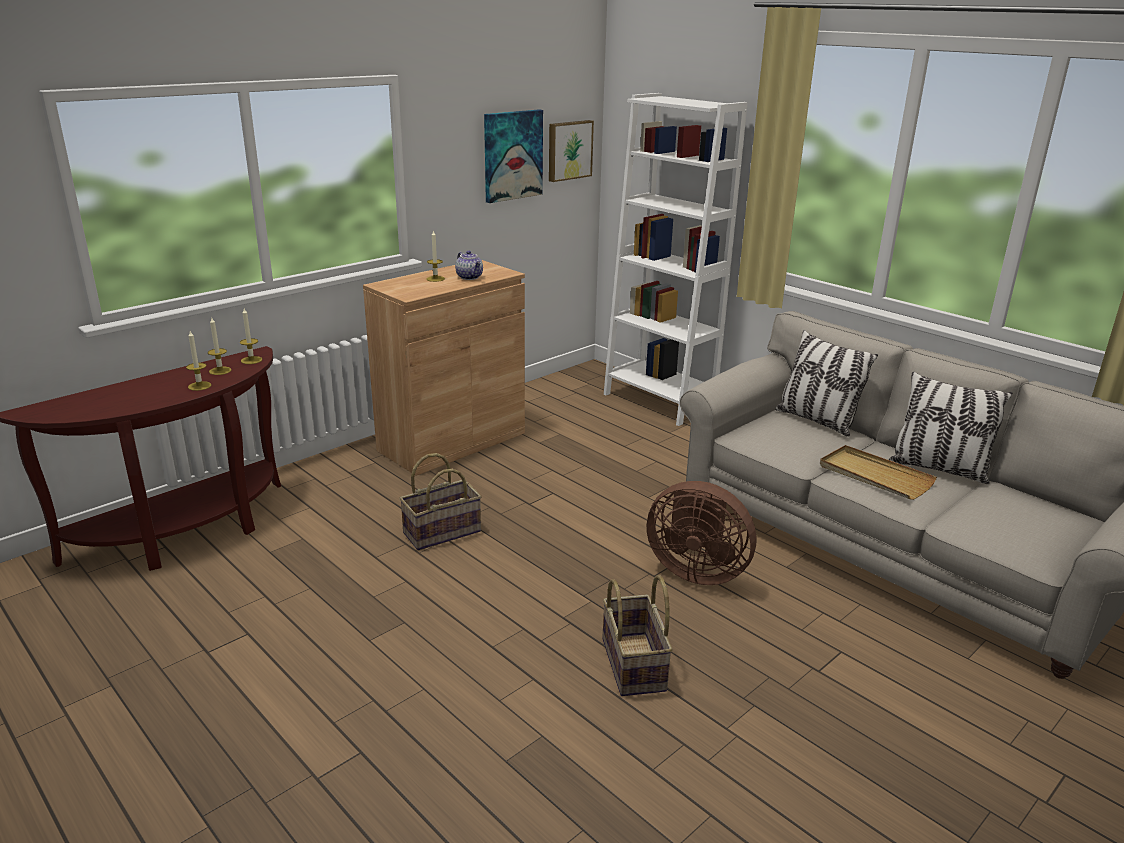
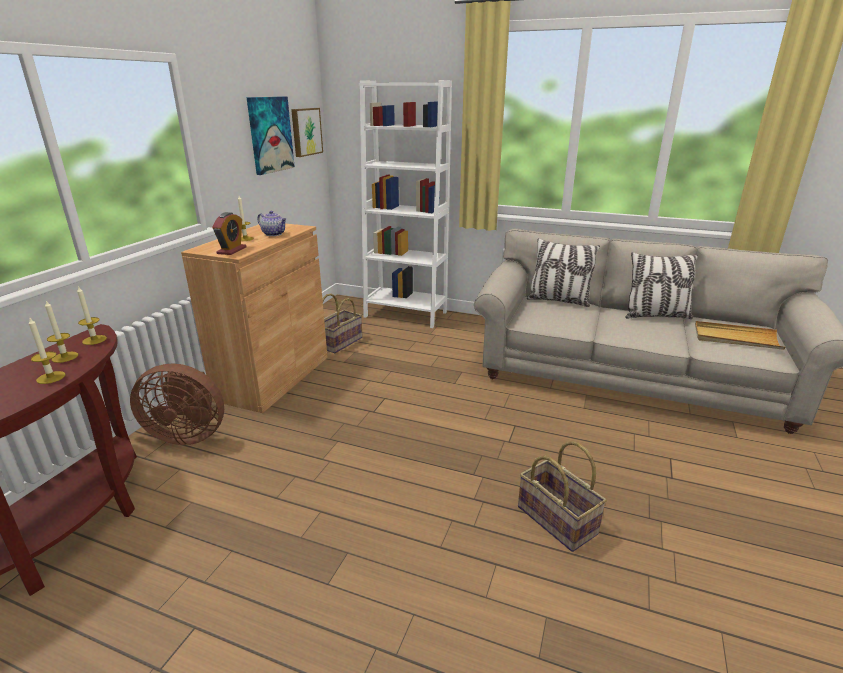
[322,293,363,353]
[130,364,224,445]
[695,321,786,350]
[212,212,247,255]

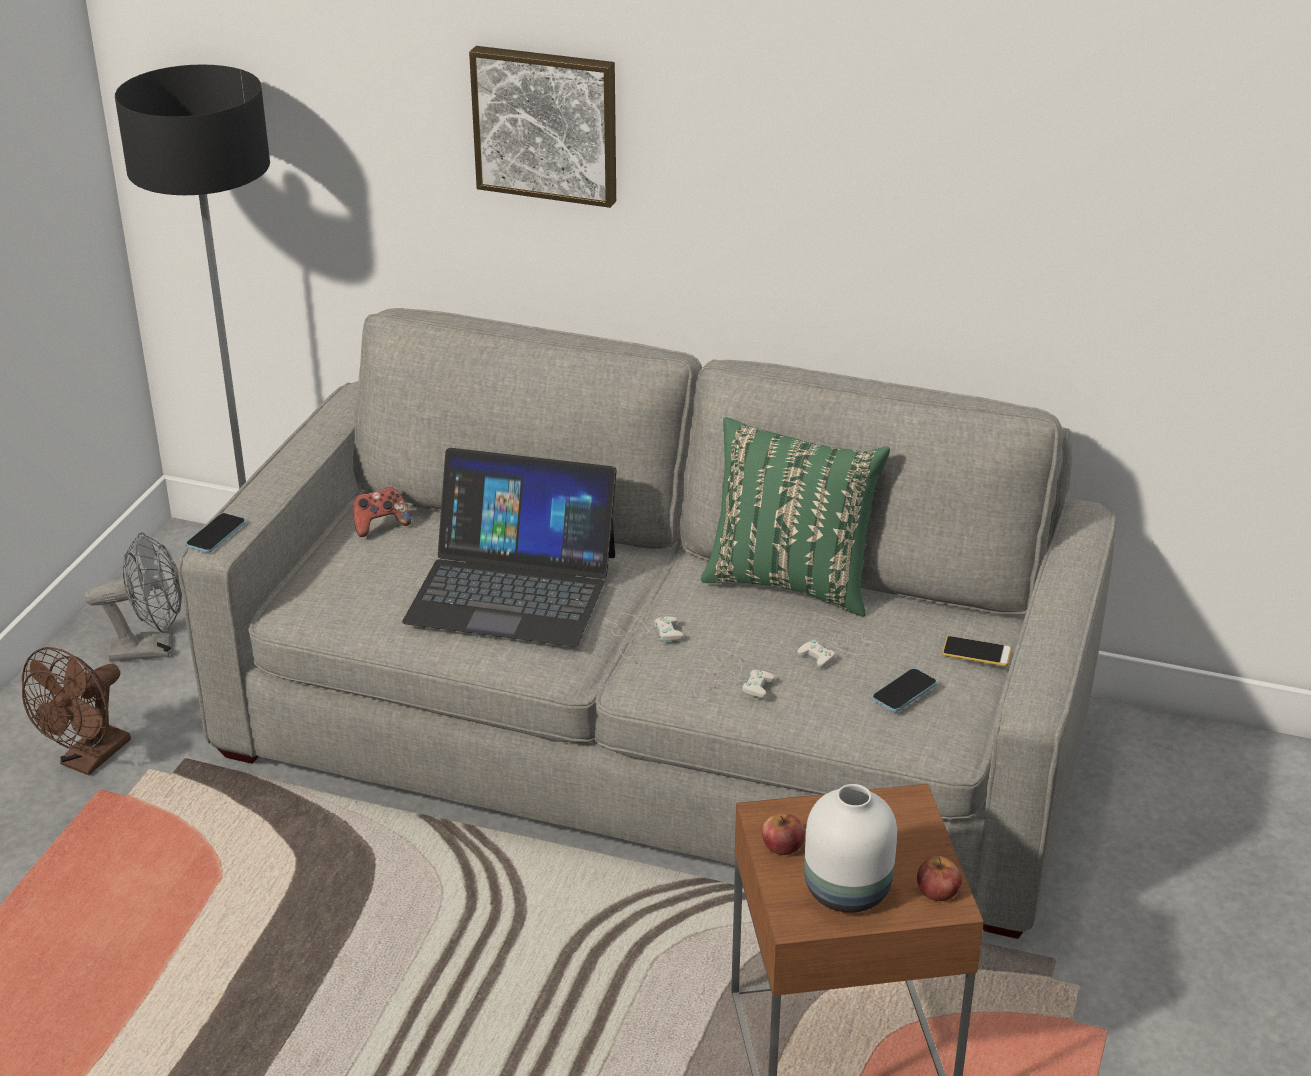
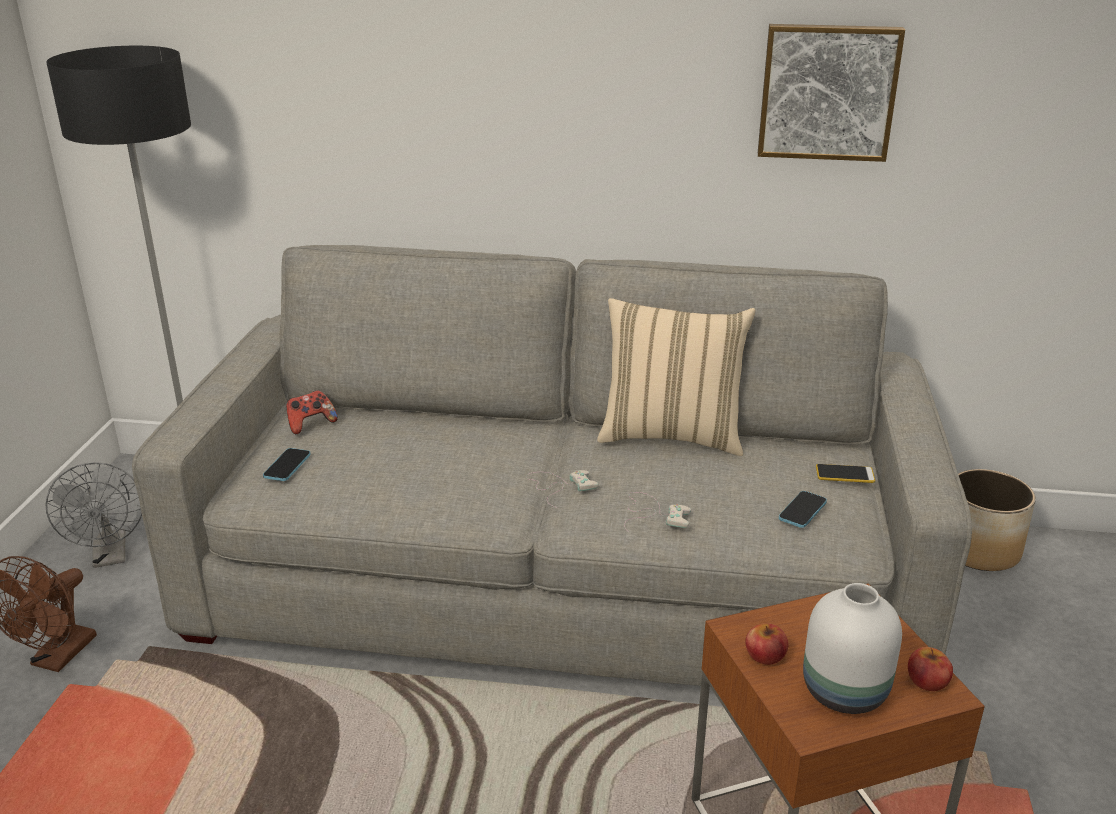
[46,462,142,568]
[263,448,311,481]
[402,448,617,647] (first image)
[758,24,905,162]
[597,298,755,456]
[797,616,883,668] (first image)
[958,469,1036,571]

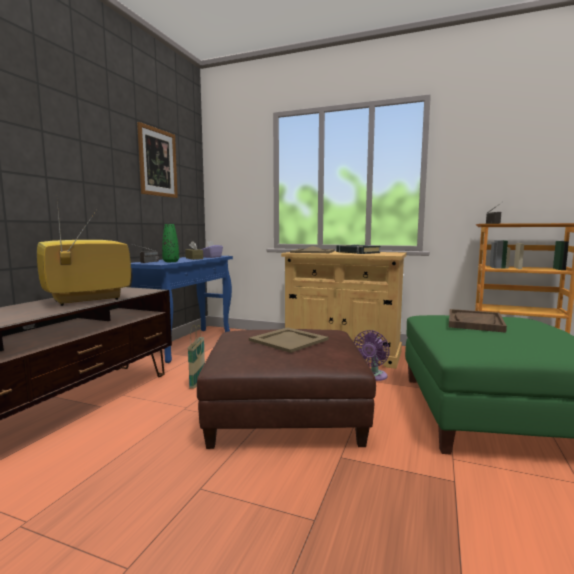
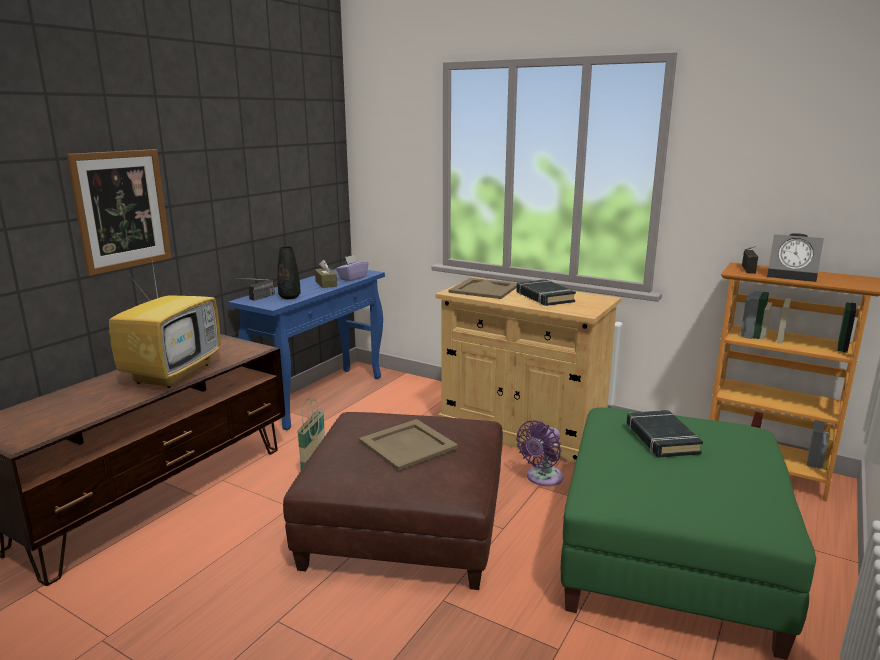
[109,248,221,388]
[66,149,172,276]
[277,246,301,299]
[627,410,703,457]
[767,233,824,282]

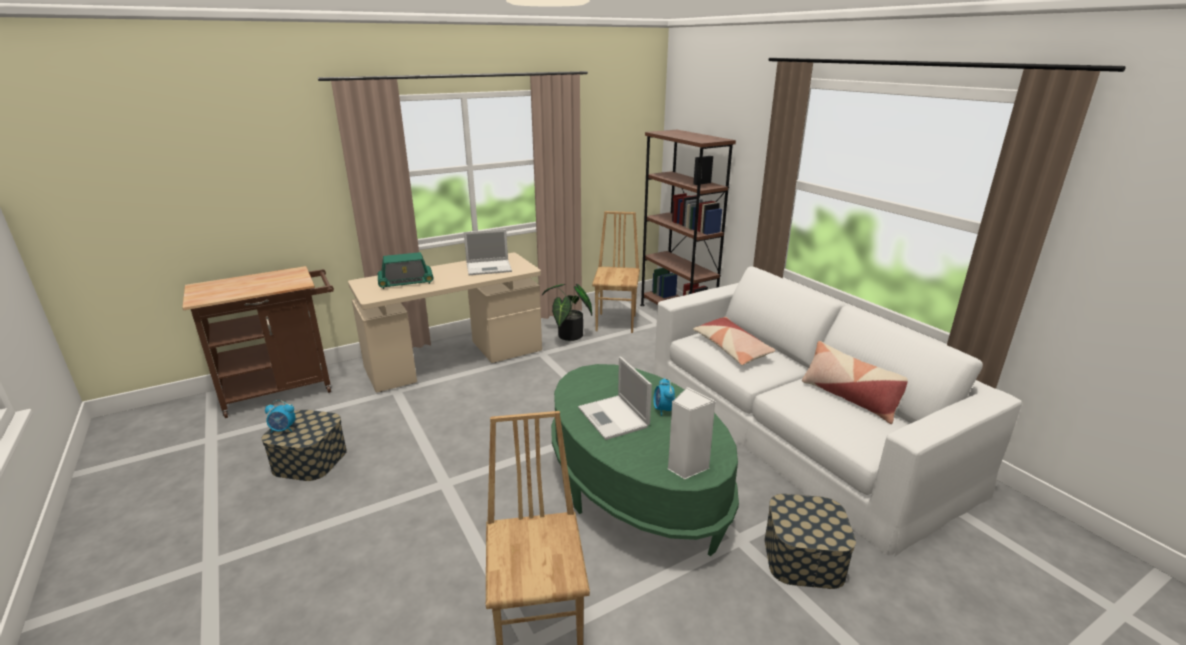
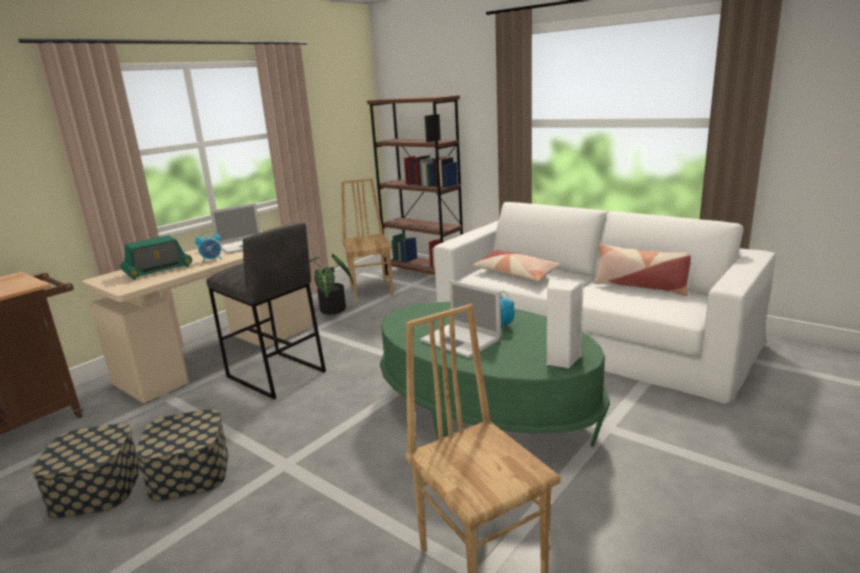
[195,231,222,262]
[135,409,228,501]
[206,222,326,399]

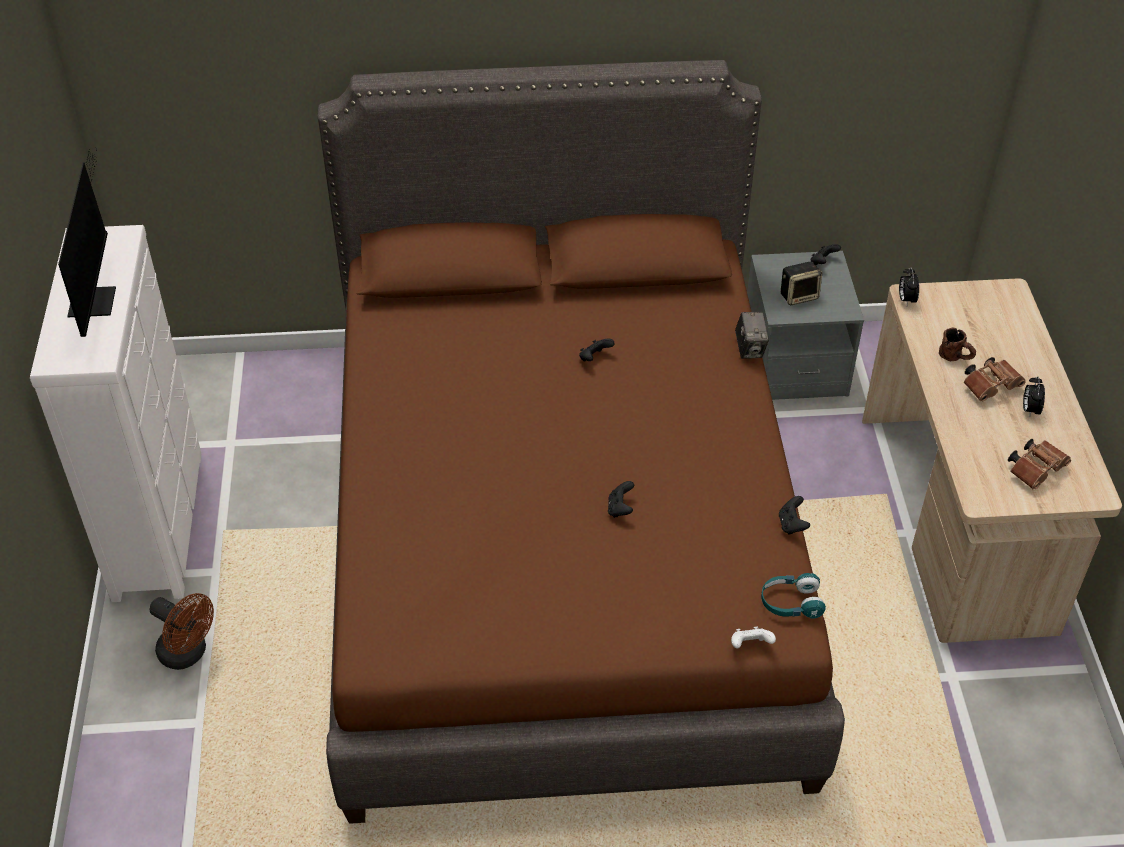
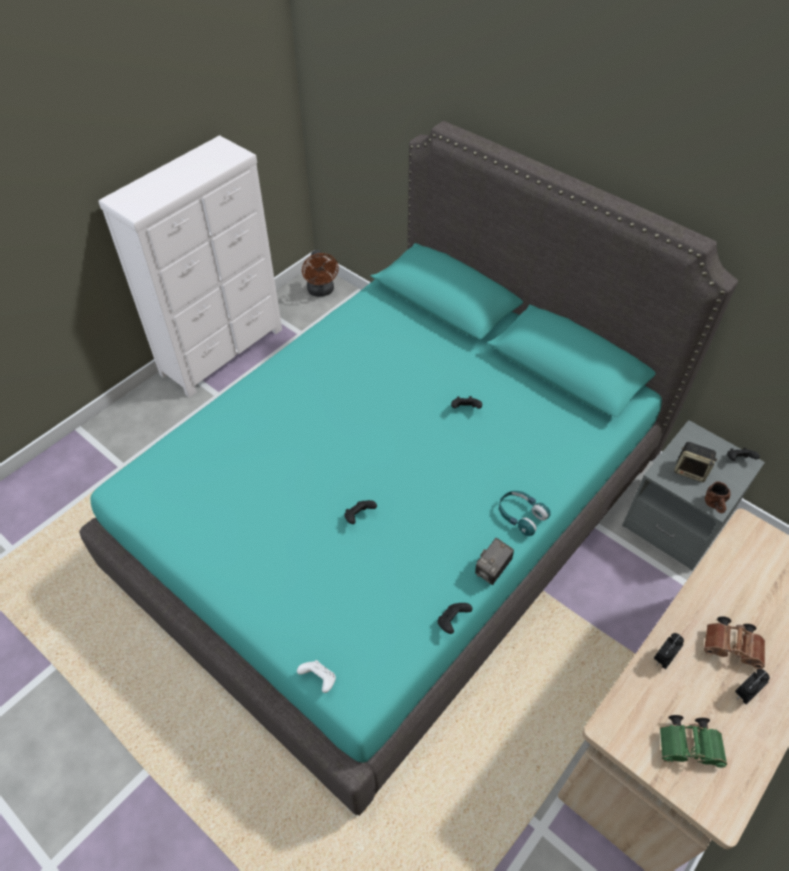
[58,148,116,337] (first image)
[302,250,339,297]
[79,121,738,816]
[475,538,514,585]
[499,491,550,536]
[654,633,684,670]
[705,482,730,513]
[660,715,727,768]

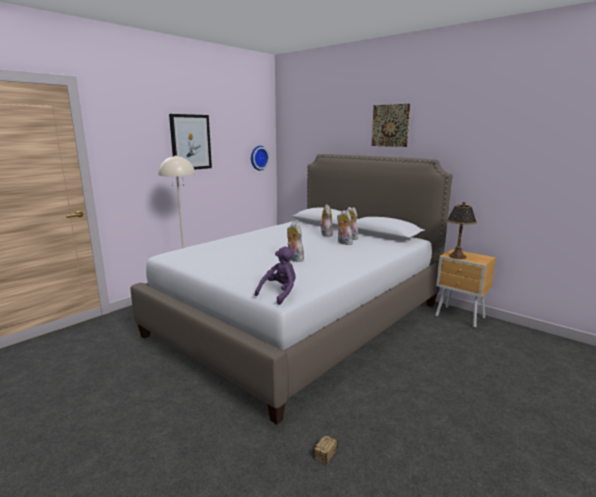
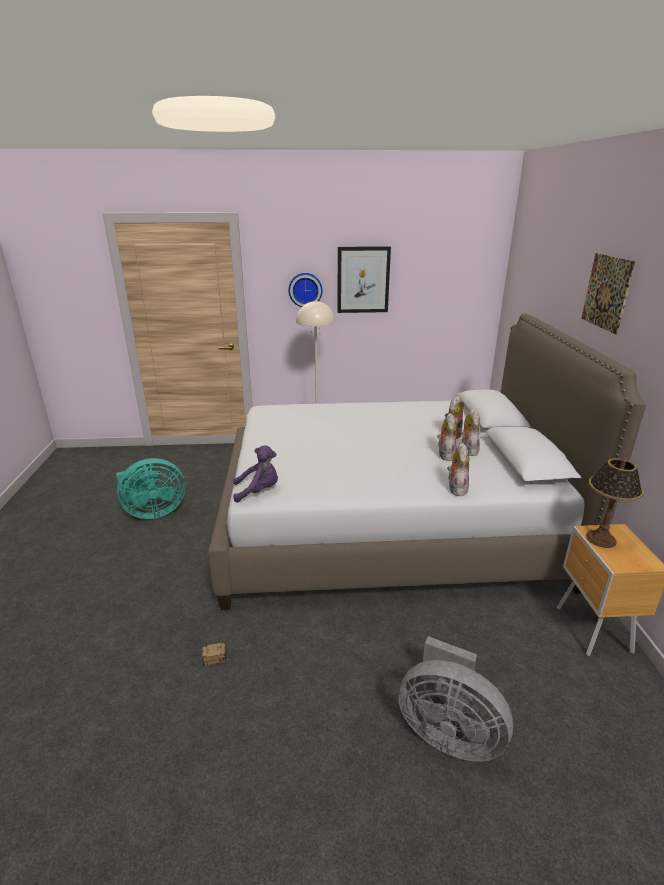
[288,273,322,307]
[447,443,469,497]
[116,458,185,519]
[399,636,513,762]

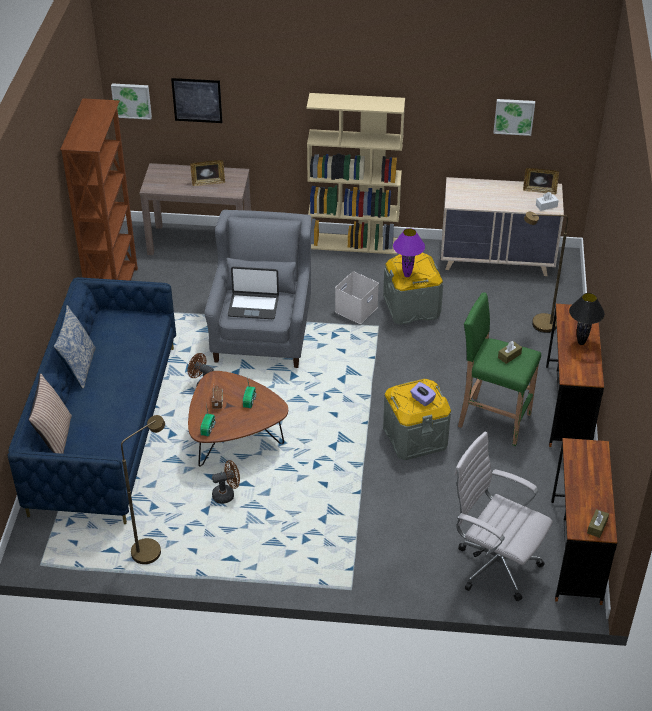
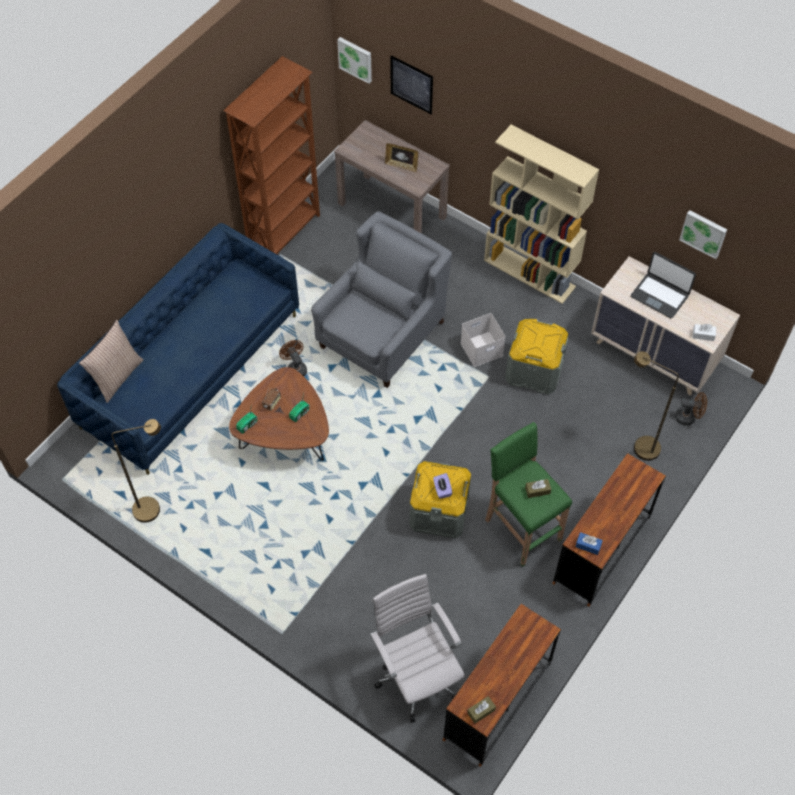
[53,305,96,389] (first image)
[675,392,707,425]
[631,252,696,318]
[393,228,425,277] (first image)
[523,168,559,194] (first image)
[569,293,605,345] (first image)
[575,532,603,555]

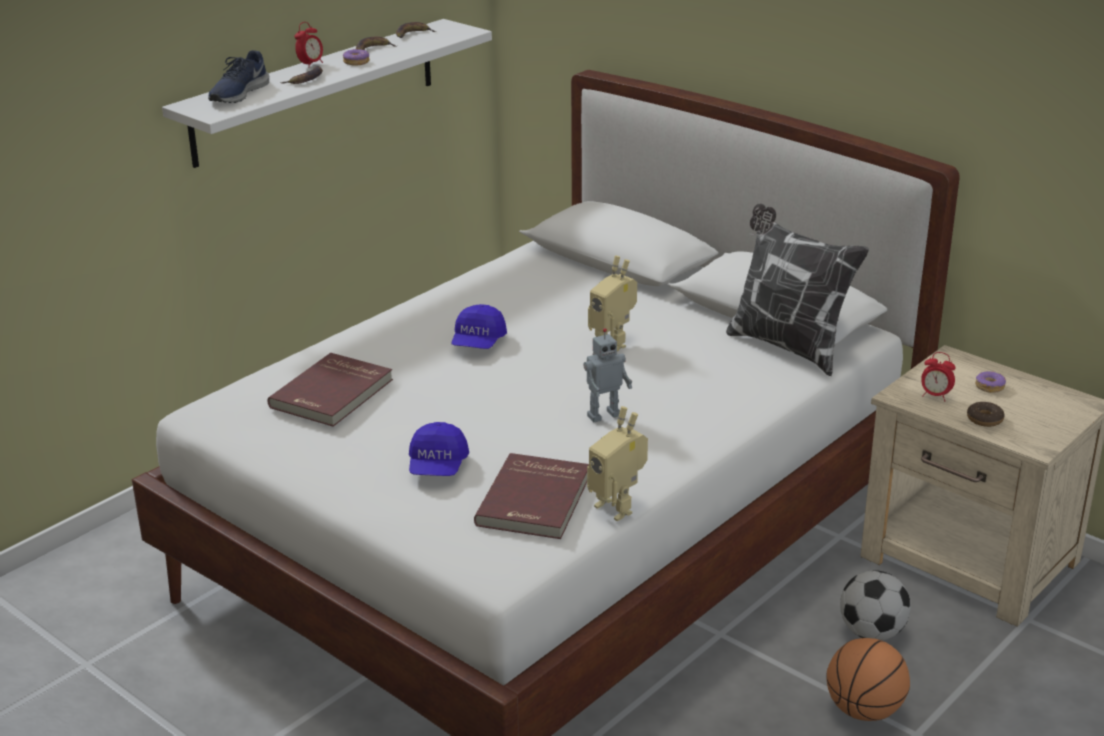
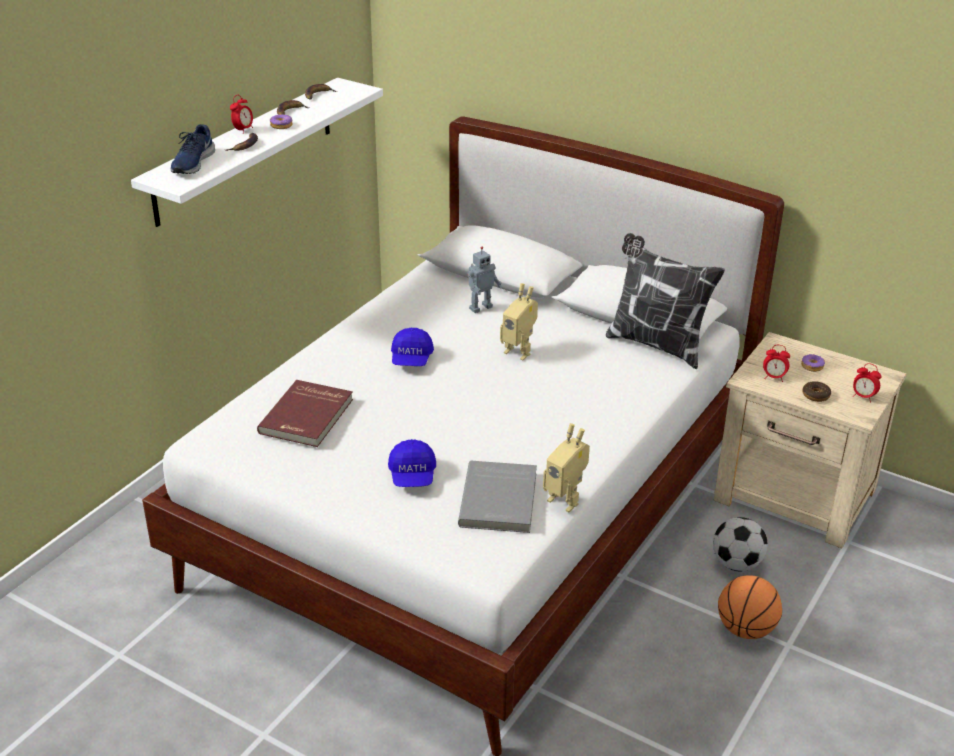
[458,461,537,533]
[467,247,502,313]
[852,363,882,403]

